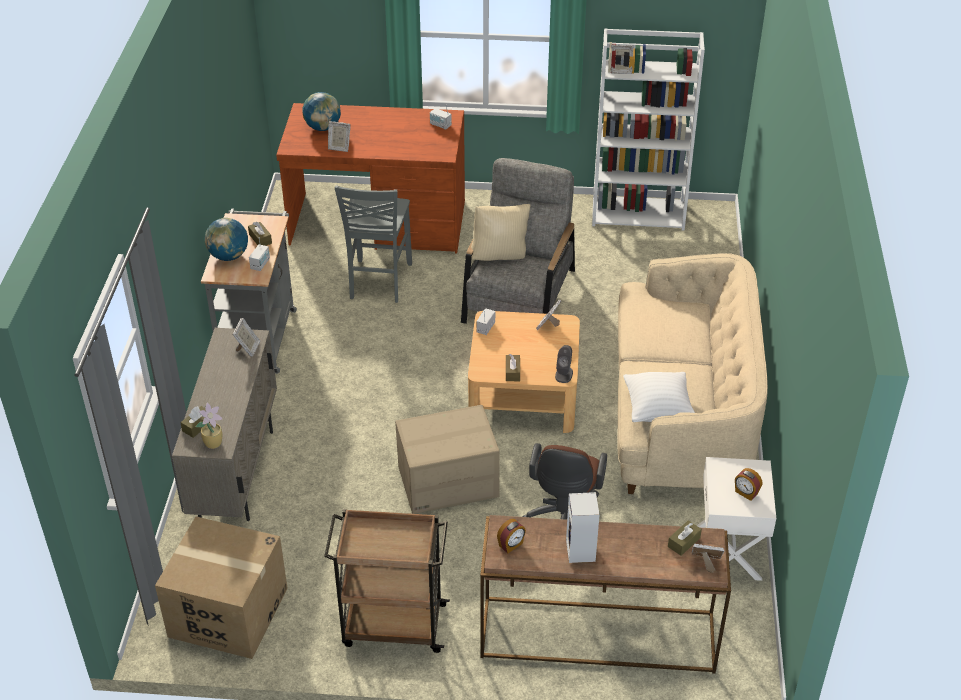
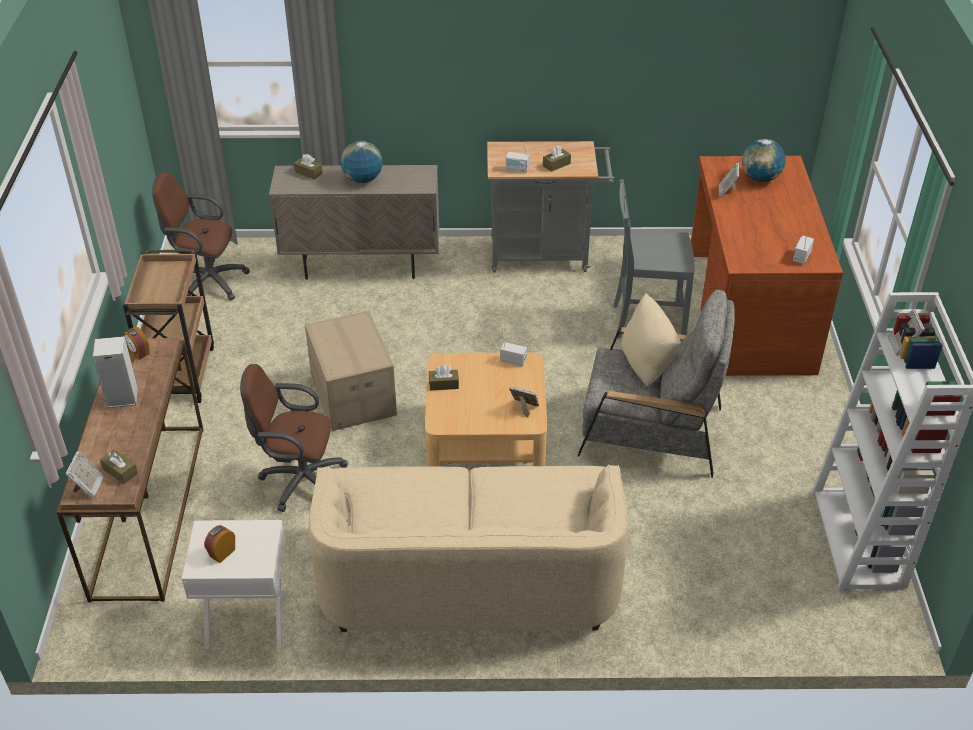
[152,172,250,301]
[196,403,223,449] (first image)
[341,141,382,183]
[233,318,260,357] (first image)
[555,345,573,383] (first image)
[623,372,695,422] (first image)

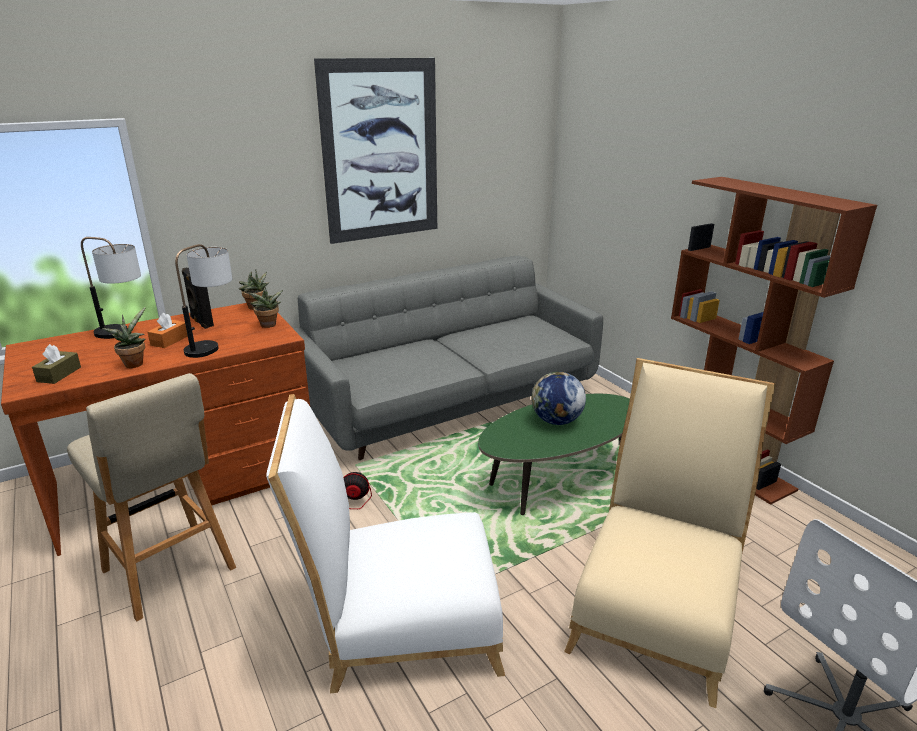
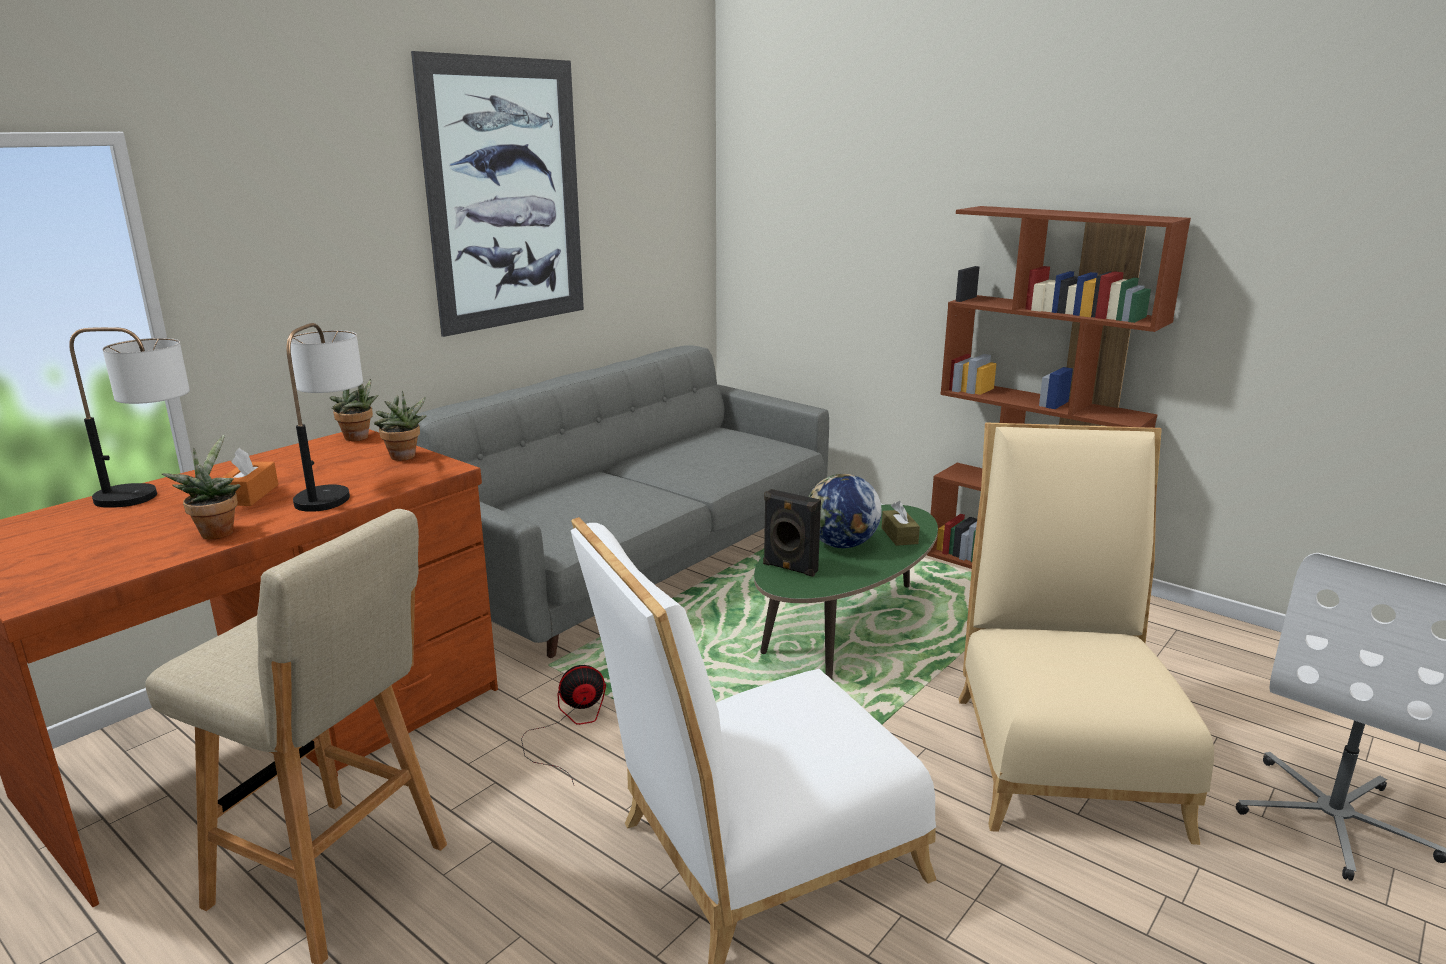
[882,501,920,546]
[763,489,821,577]

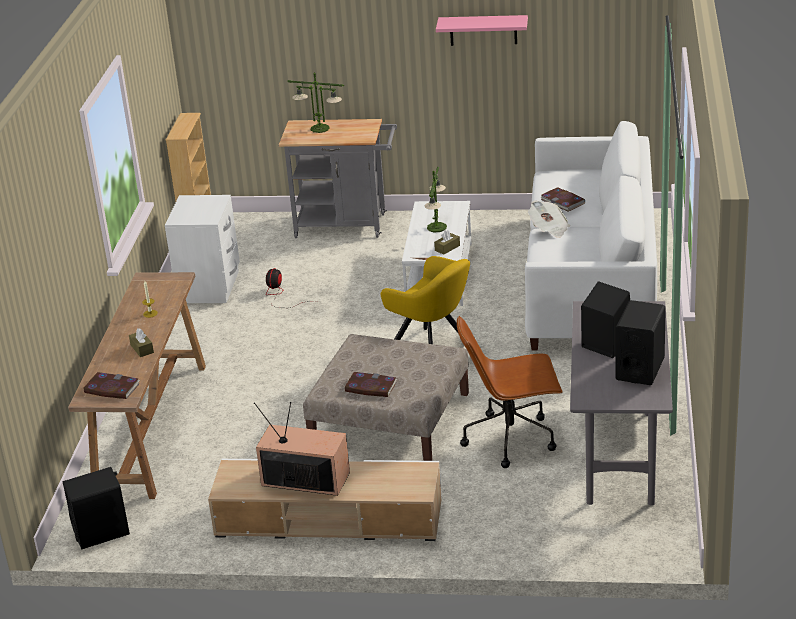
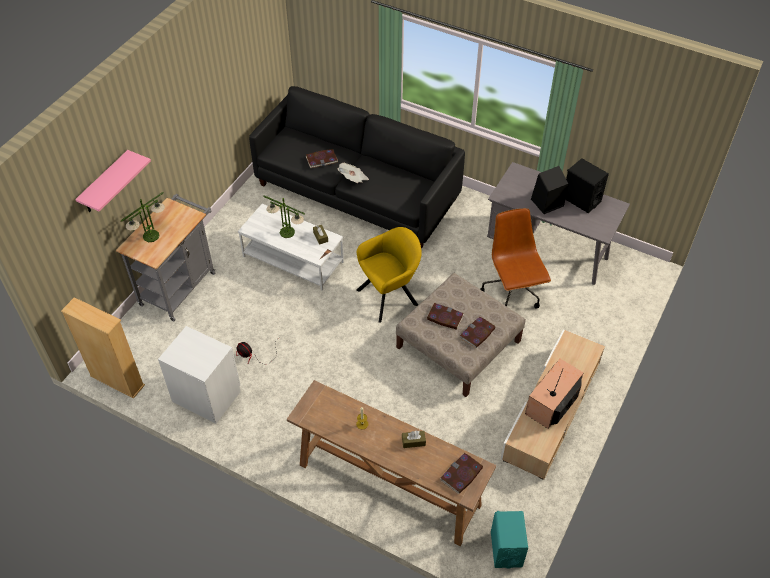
[491,511,528,569]
[75,150,151,212]
[480,208,551,309]
[249,86,465,249]
[426,303,464,330]

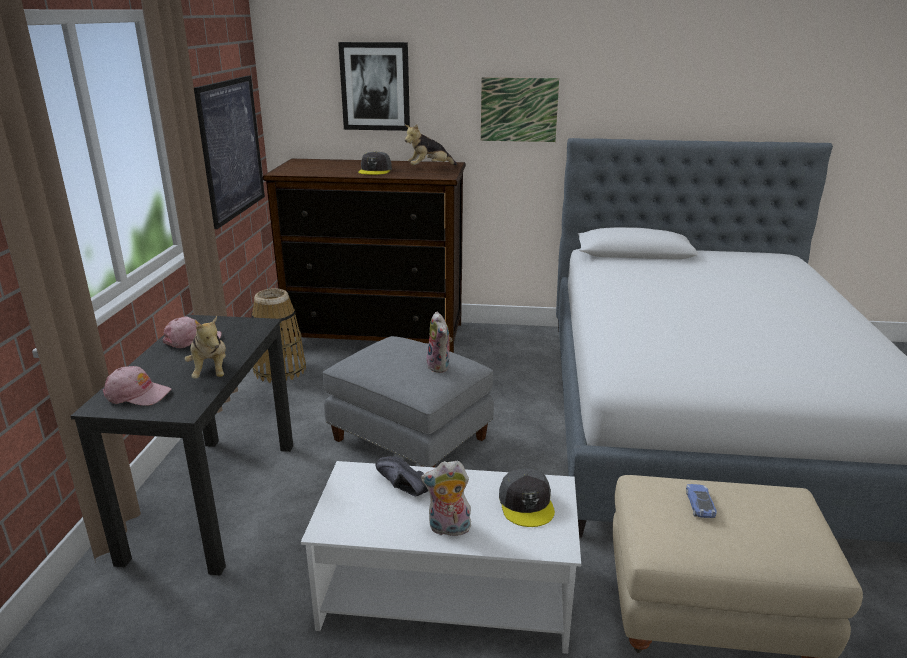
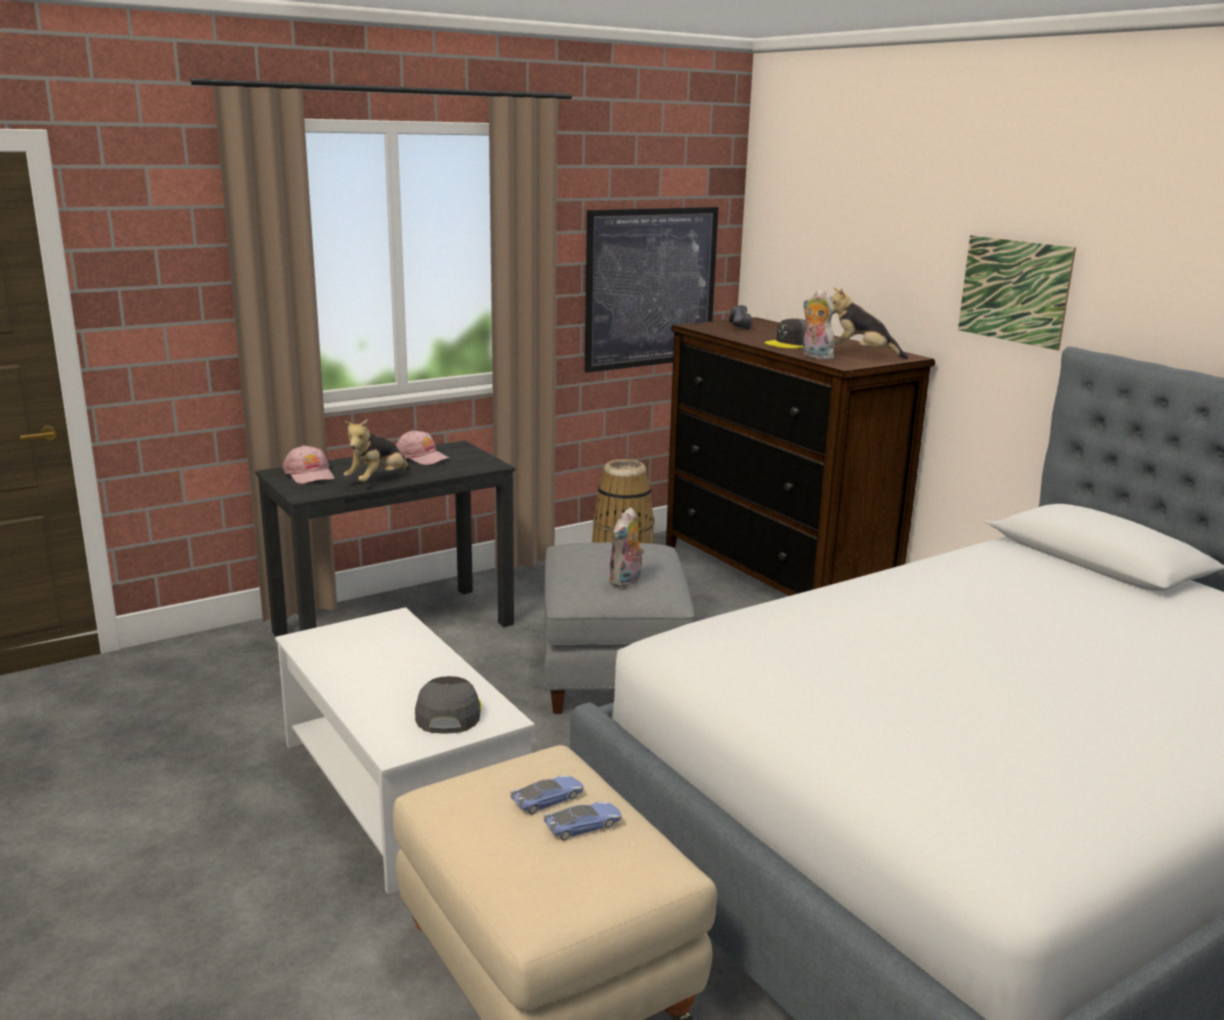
[338,42,410,131] (first image)
[729,305,752,330]
[803,290,834,360]
[415,676,482,733]
[544,802,622,840]

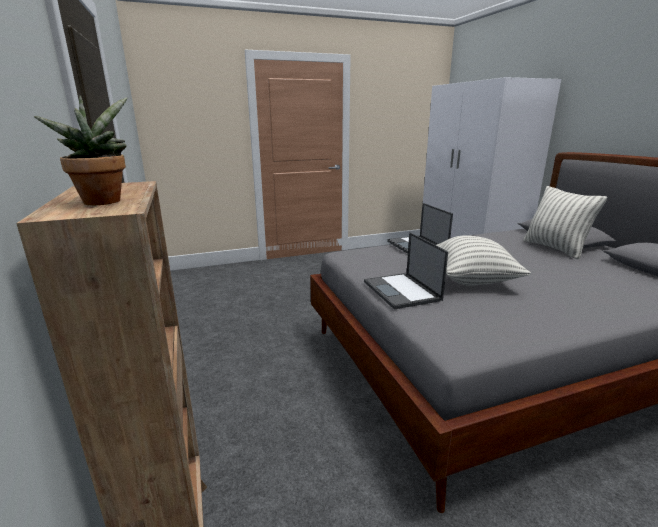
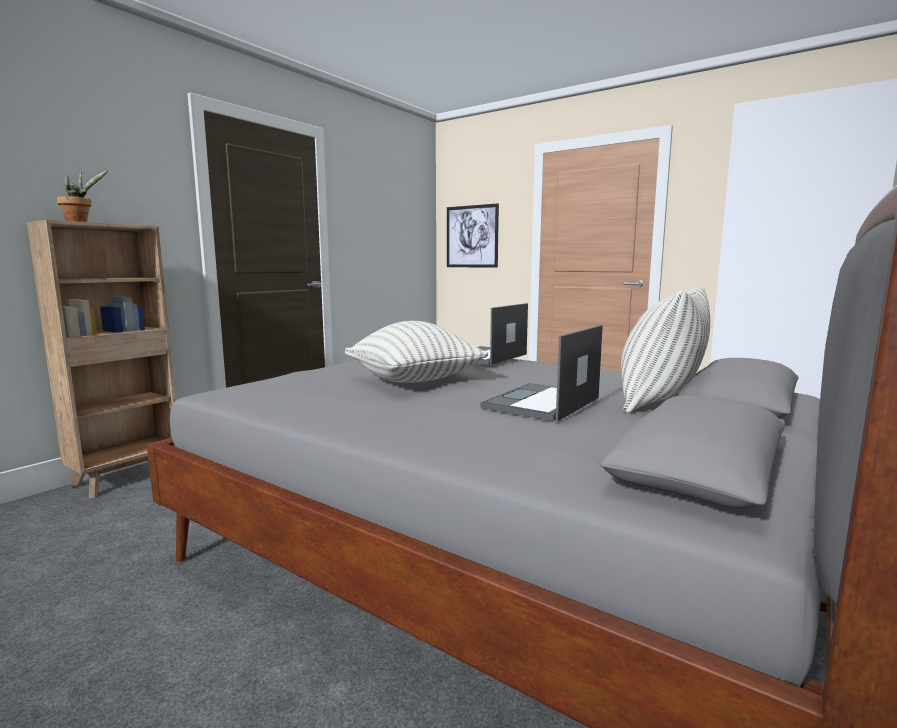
[481,325,603,421]
[447,203,499,267]

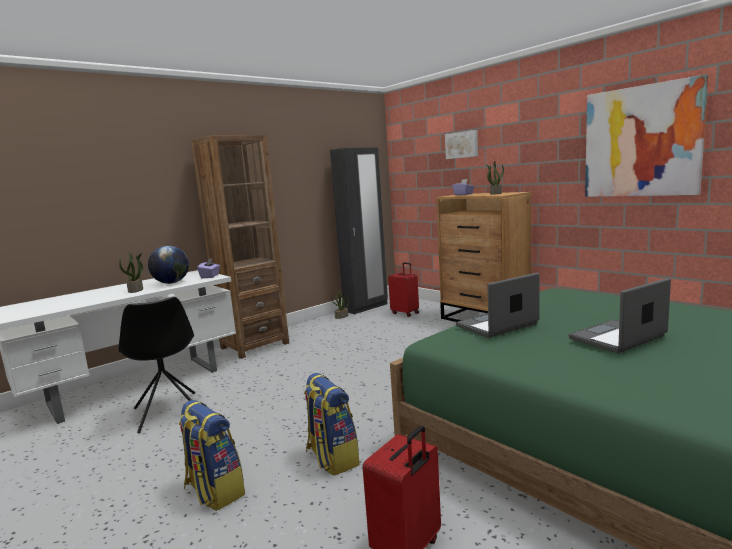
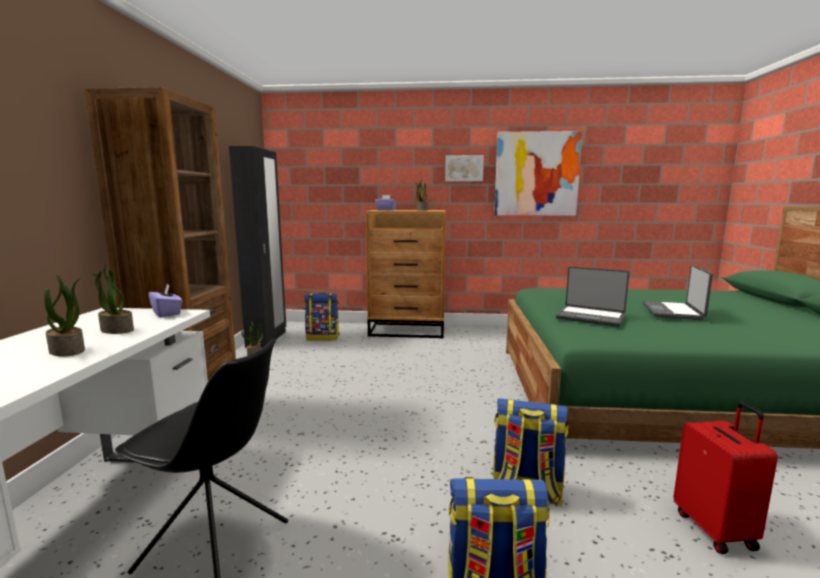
[90,264,134,334]
[304,292,340,341]
[445,155,484,181]
[556,266,630,327]

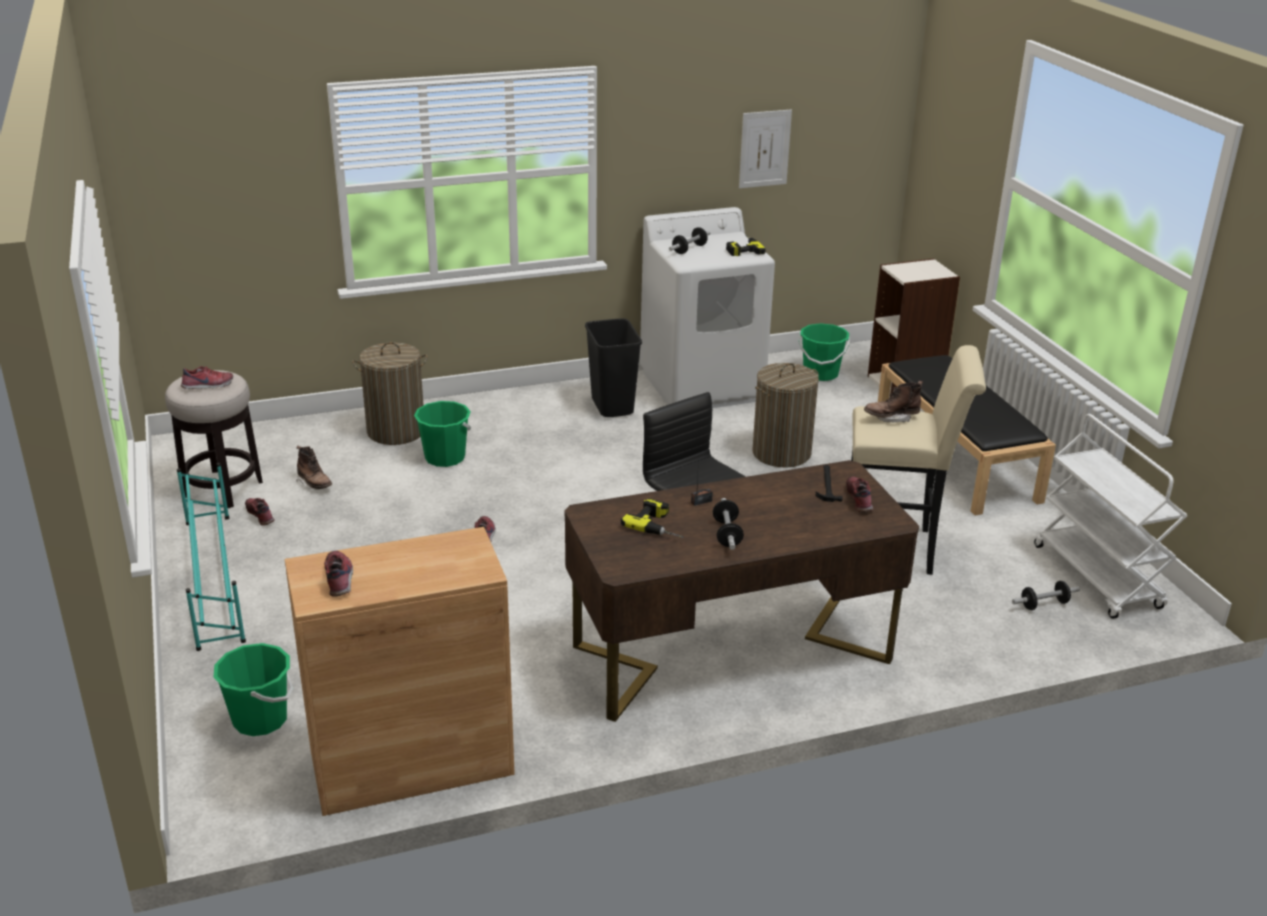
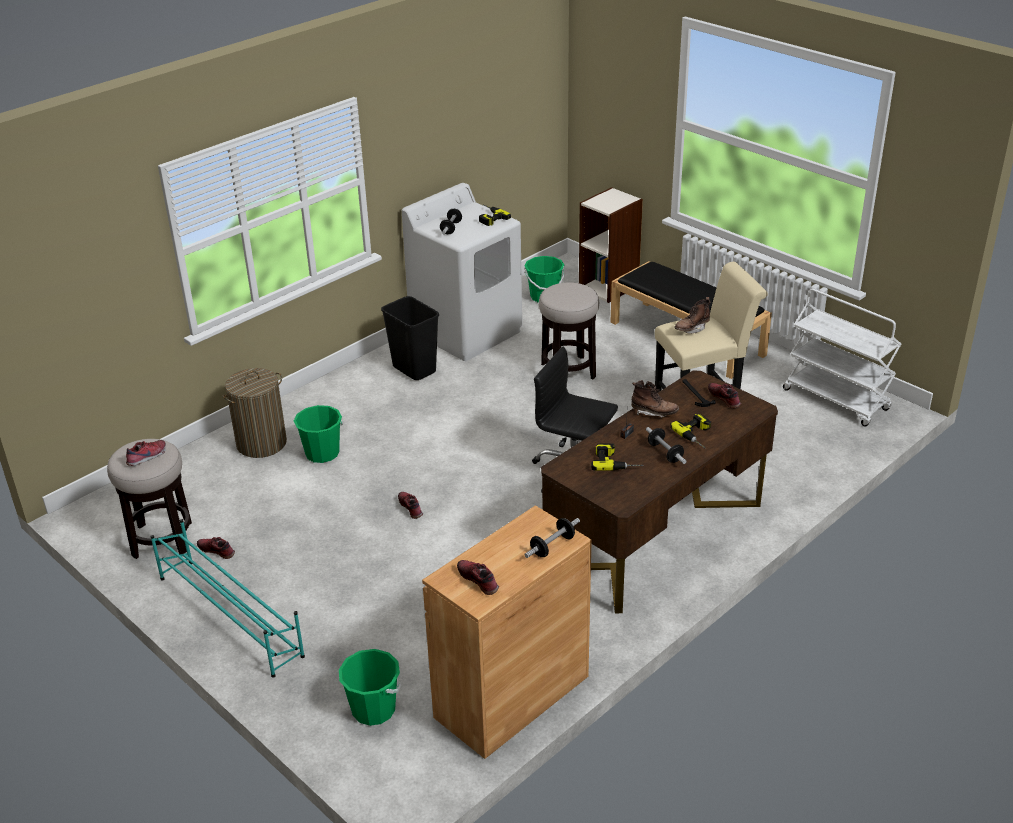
[631,380,679,418]
[739,110,792,188] (first image)
[539,282,599,379]
[524,518,580,558]
[670,414,711,448]

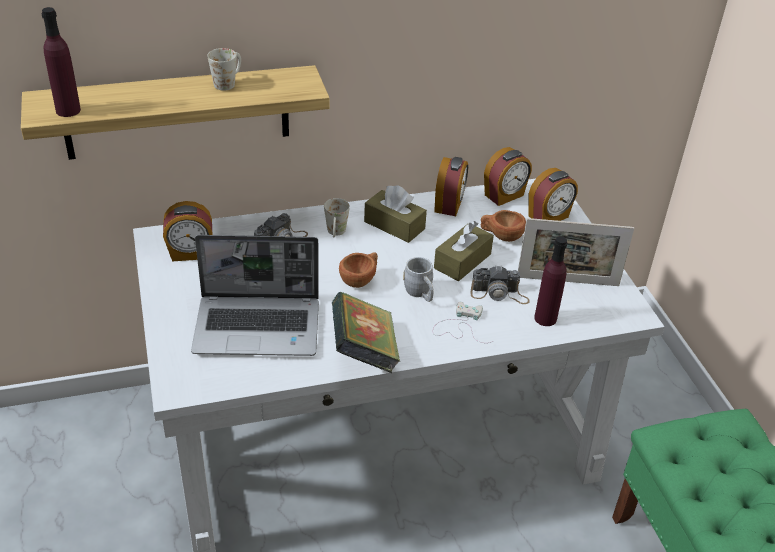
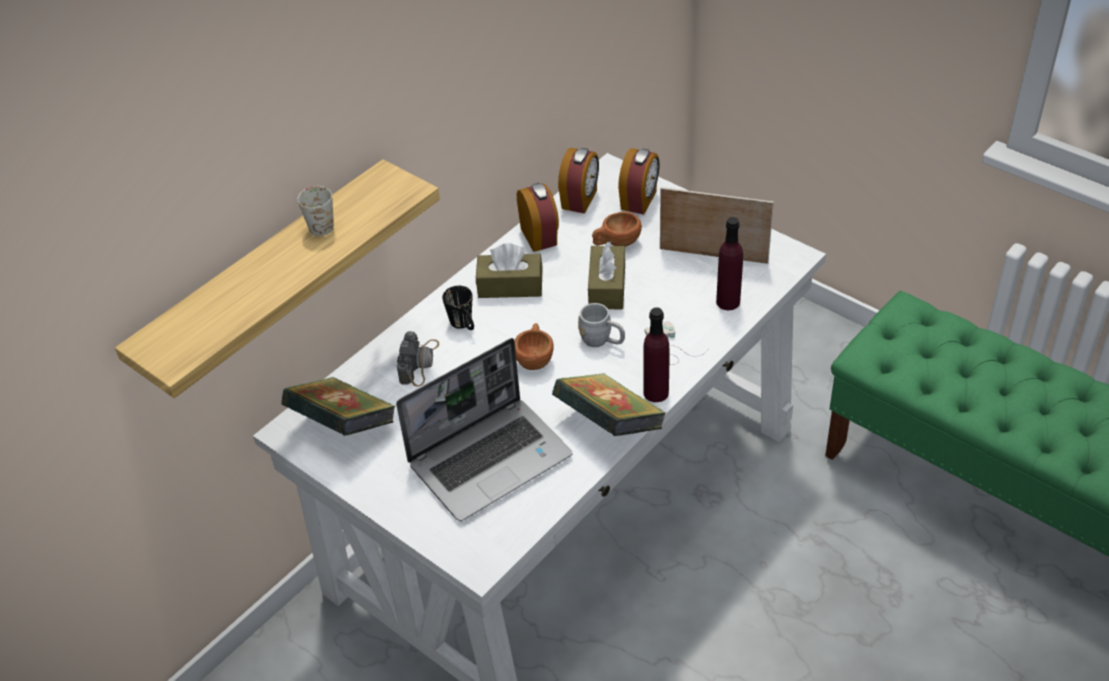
[643,307,670,402]
[281,377,396,436]
[442,286,474,330]
[471,265,530,304] (first image)
[660,187,774,264]

